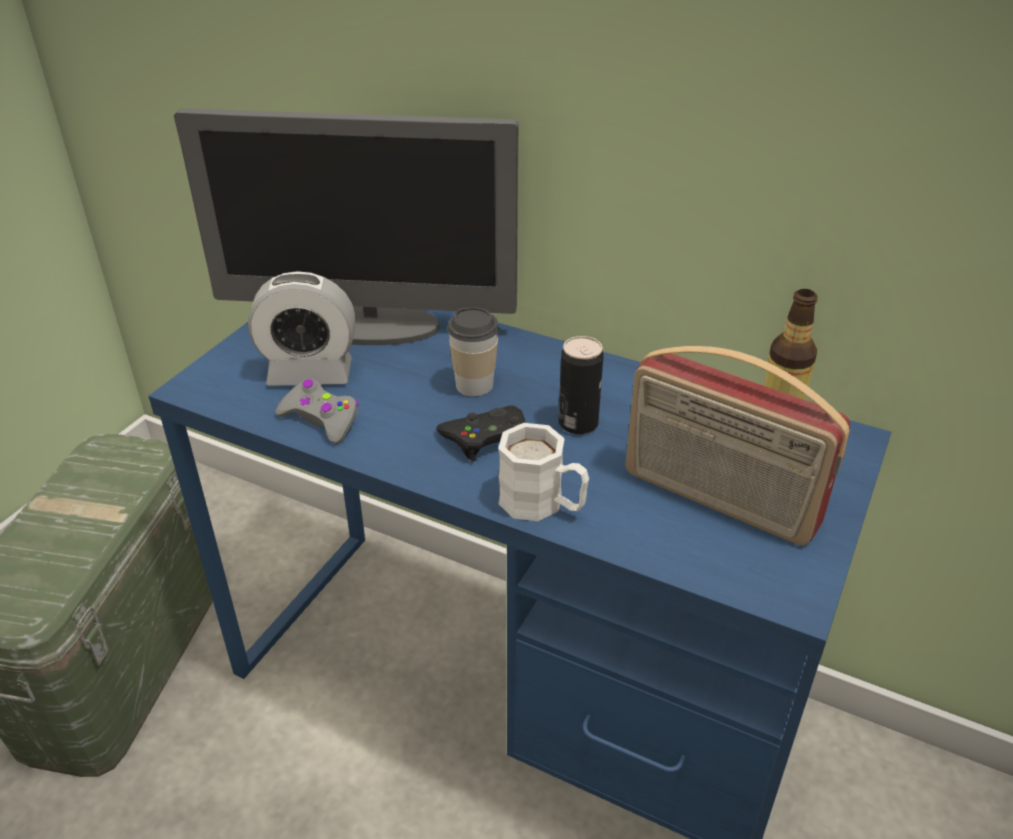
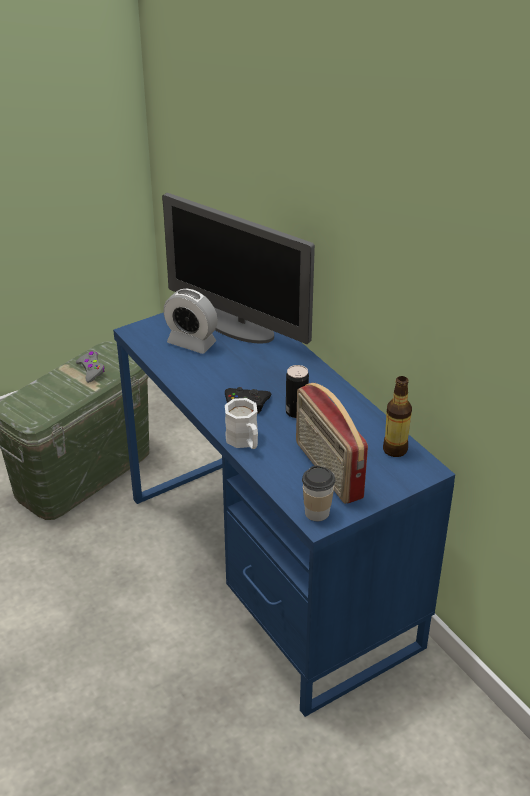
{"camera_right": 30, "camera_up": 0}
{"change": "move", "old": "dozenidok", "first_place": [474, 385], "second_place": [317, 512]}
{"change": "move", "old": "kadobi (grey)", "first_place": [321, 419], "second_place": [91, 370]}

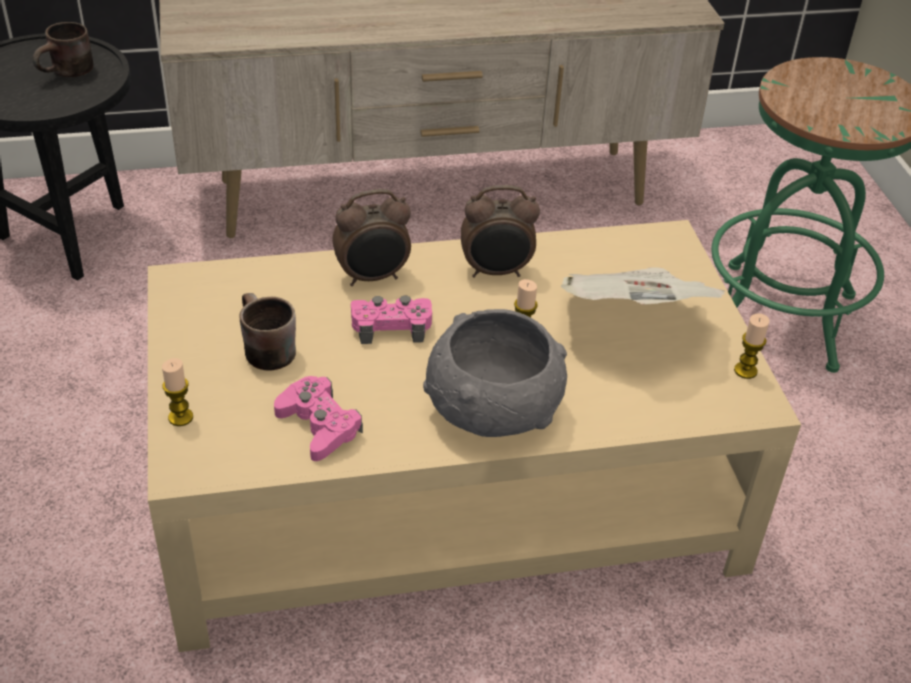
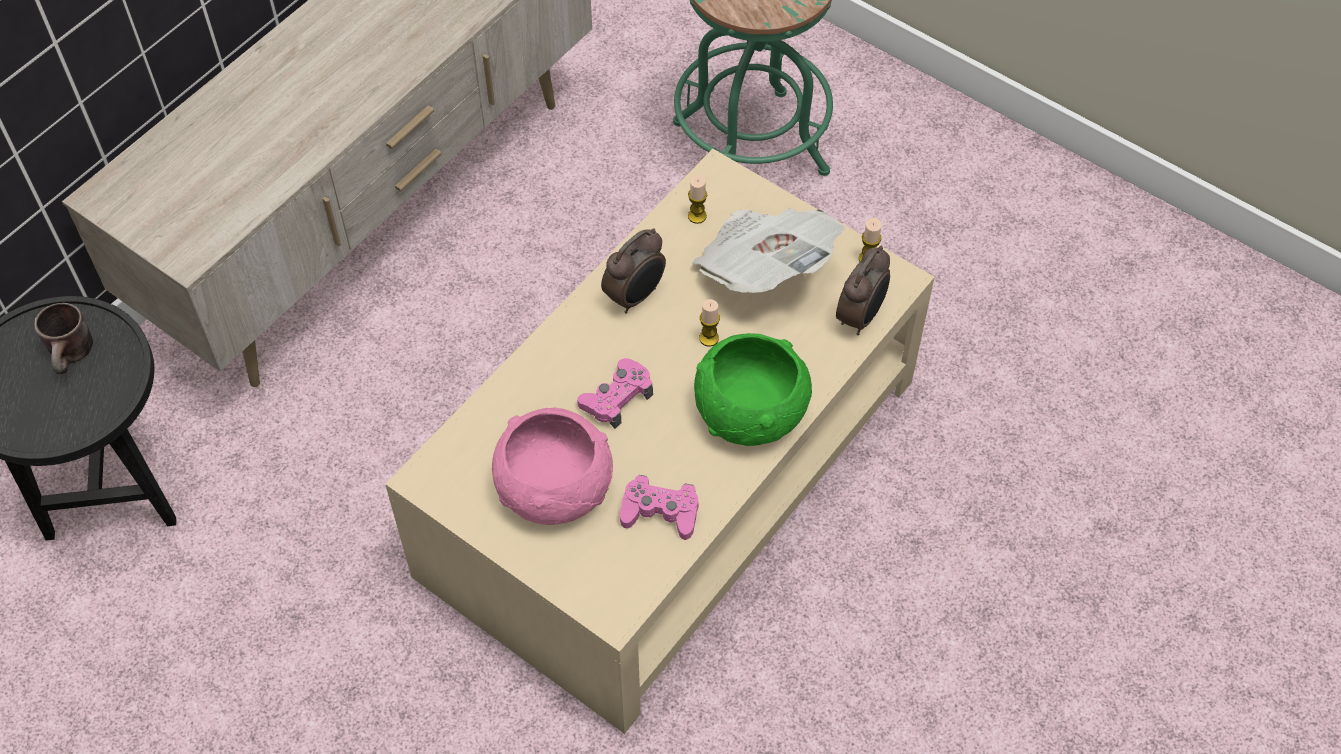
{"camera_right": -40, "camera_up": 15}
{"change": "move", "old": "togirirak", "first_place": [373, 277], "second_place": [861, 316]}
{"change": "replace", "old": "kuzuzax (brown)", "new": "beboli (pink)", "first_place": [261, 350], "second_place": [554, 486]}
{"change": "recolor", "old": "beboli (grey)", "new": "beboli (green)", "first_place": [493, 408], "second_place": [750, 410]}
{"change": "move", "old": "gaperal", "first_place": [180, 417], "second_place": [697, 216]}

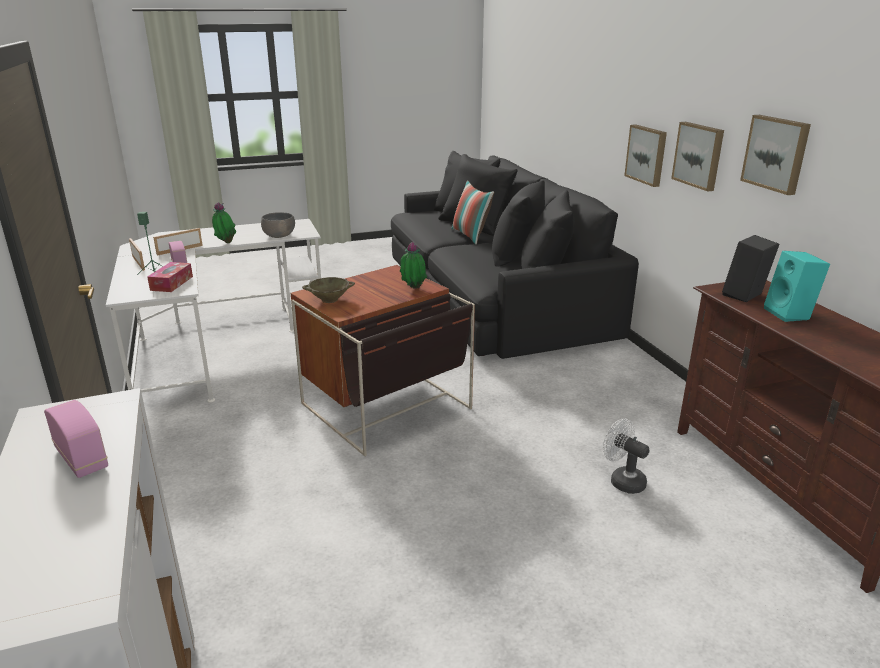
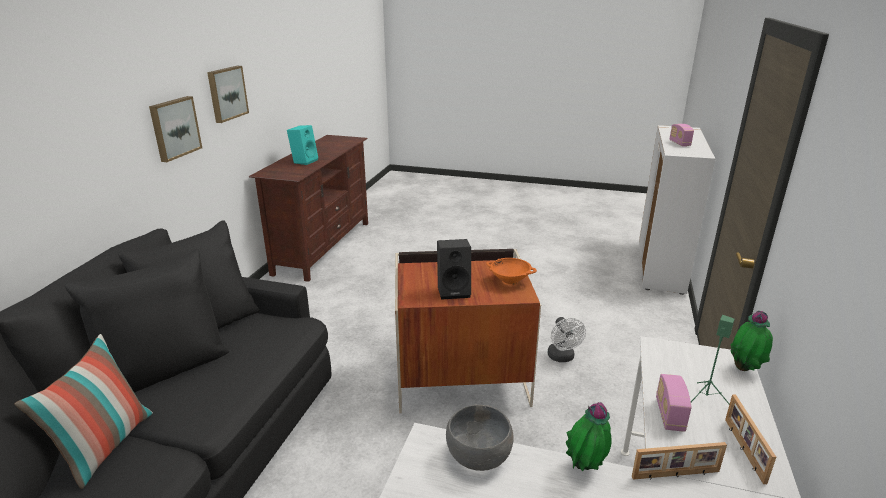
{"camera_right": -145, "camera_up": 0}
{"change": "delete", "old": "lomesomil", "first_place": [647, 155]}
{"change": "move", "old": "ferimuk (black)", "first_place": [745, 296], "second_place": [454, 291]}
{"change": "move", "old": "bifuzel", "first_place": [413, 289], "second_place": [745, 369]}
{"change": "delete", "old": "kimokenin", "first_place": [172, 283]}
{"change": "recolor", "old": "beboli (beige)", "new": "beboli (orange)", "first_place": [329, 300], "second_place": [509, 281]}
{"change": "move", "old": "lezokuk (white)", "first_place": [622, 480], "second_place": [562, 358]}

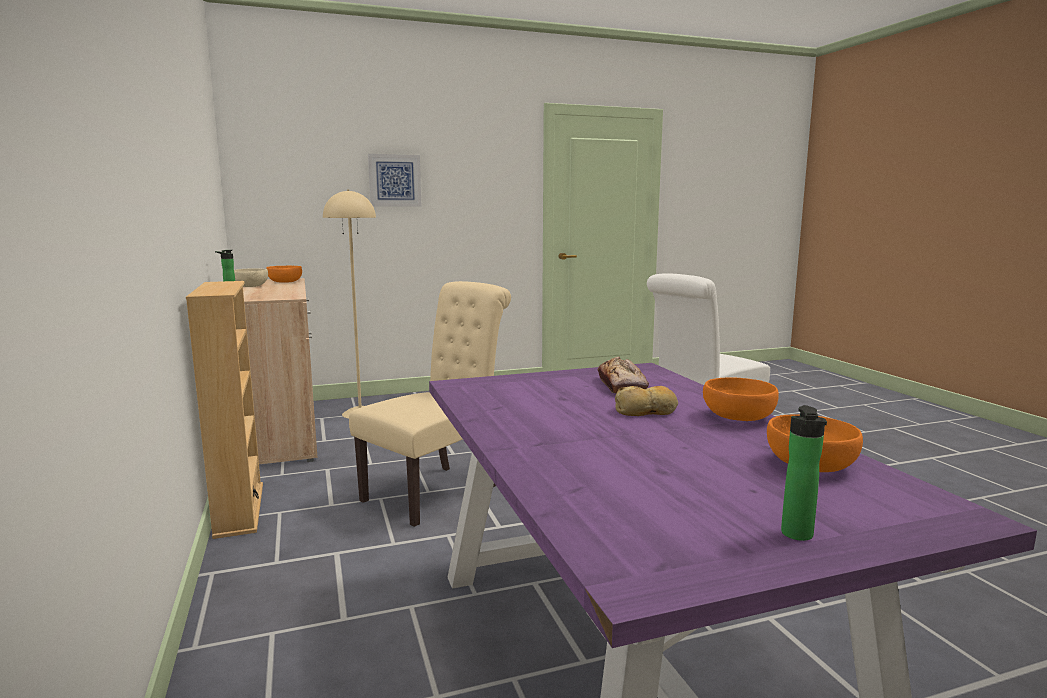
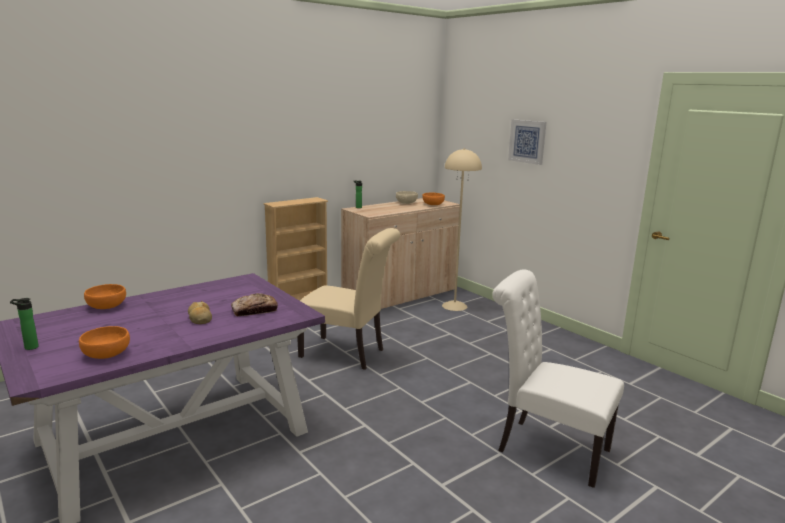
{"camera_right": 70, "camera_up": 5}
{"change": "move", "old": "beboli (orange)", "first_place": [739, 417], "second_place": [106, 306]}

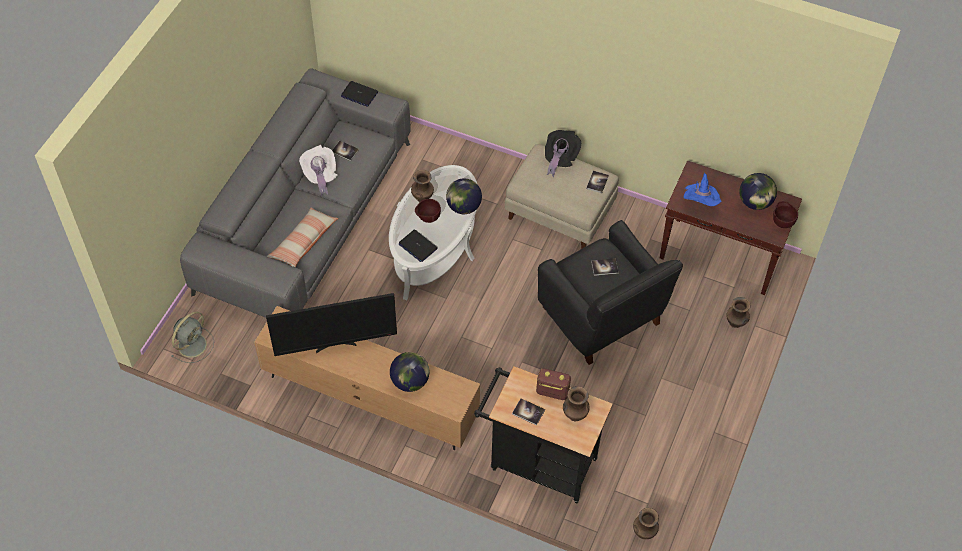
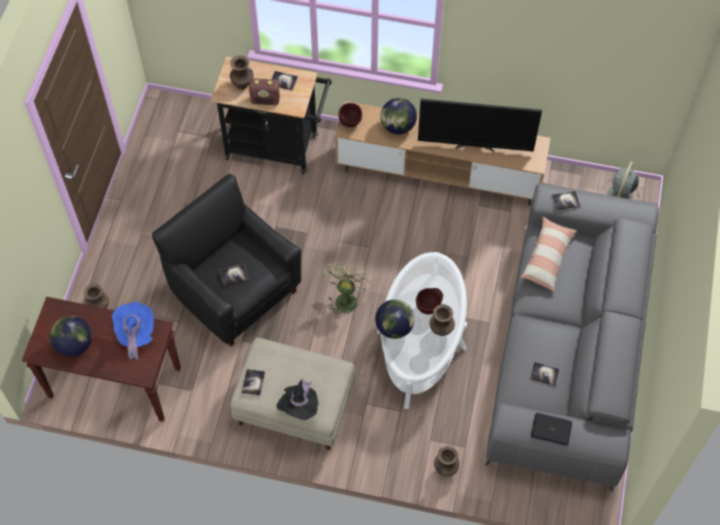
{"camera_right": 170, "camera_up": 5}
{"change": "delete", "old": "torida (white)", "first_place": [320, 176]}
{"change": "move", "old": "beboli (brown)", "first_place": [782, 222], "second_place": [350, 124]}
{"change": "delete", "old": "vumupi", "first_place": [417, 246]}
{"change": "rotate", "old": "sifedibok", "first_place": [336, 345], "second_place": [475, 146], "degrees": -150}
{"change": "move", "old": "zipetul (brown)", "first_place": [644, 532], "second_place": [445, 469]}
{"change": "insert", "new": "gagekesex", "second_place": [565, 201]}
{"change": "insert", "new": "lezokuk (green)", "second_place": [346, 298]}

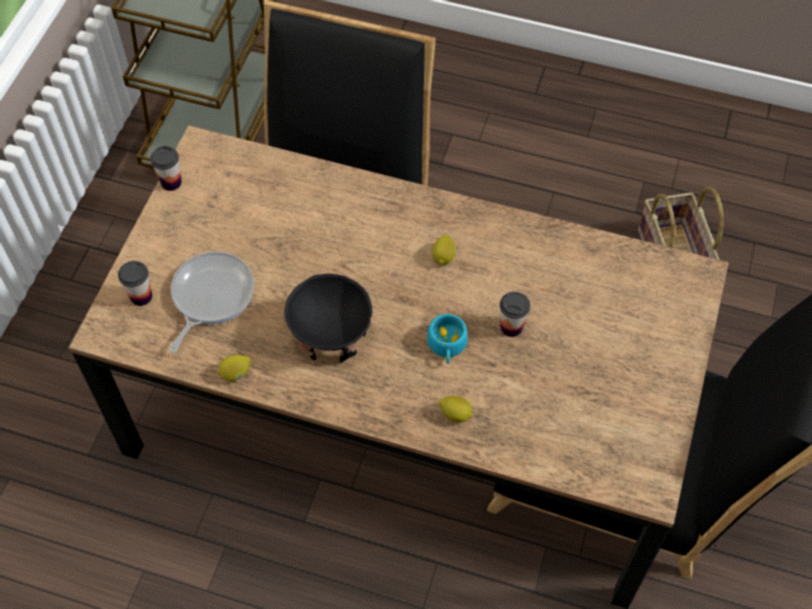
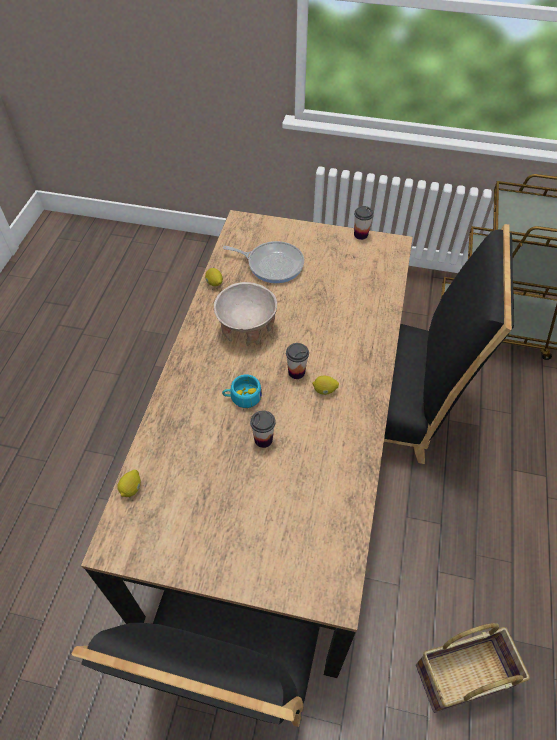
{"camera_right": 85, "camera_up": -5}
{"change": "move", "old": "dozenidok", "first_place": [141, 296], "second_place": [296, 372]}
{"change": "recolor", "old": "beboli (black)", "new": "beboli (beige)", "first_place": [331, 335], "second_place": [247, 328]}
{"change": "move", "old": "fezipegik", "first_place": [456, 414], "second_place": [131, 488]}

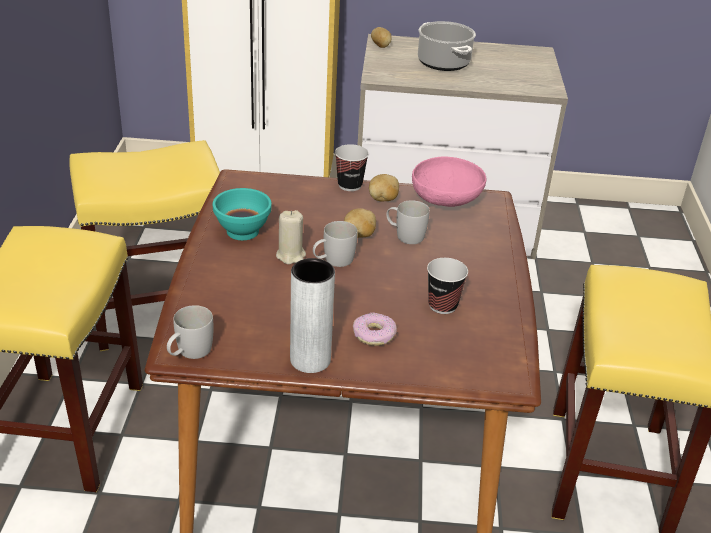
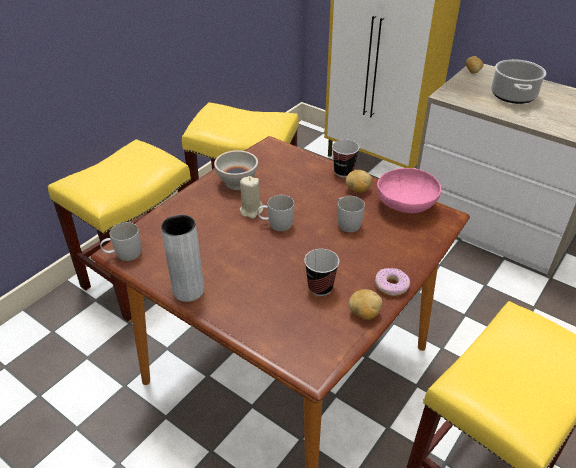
{"camera_right": 35, "camera_up": 5}
{"change": "recolor", "old": "beboli (turquoise)", "new": "beboli (white)", "first_place": [243, 231], "second_place": [238, 183]}
{"change": "move", "old": "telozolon", "first_place": [359, 235], "second_place": [364, 314]}
{"change": "move", "old": "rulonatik", "first_place": [374, 335], "second_place": [391, 286]}

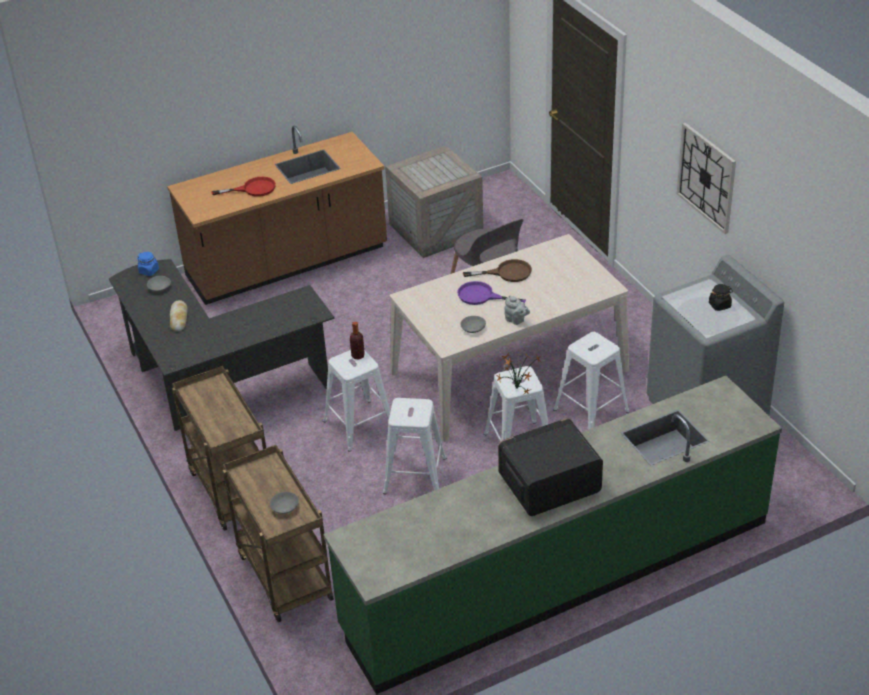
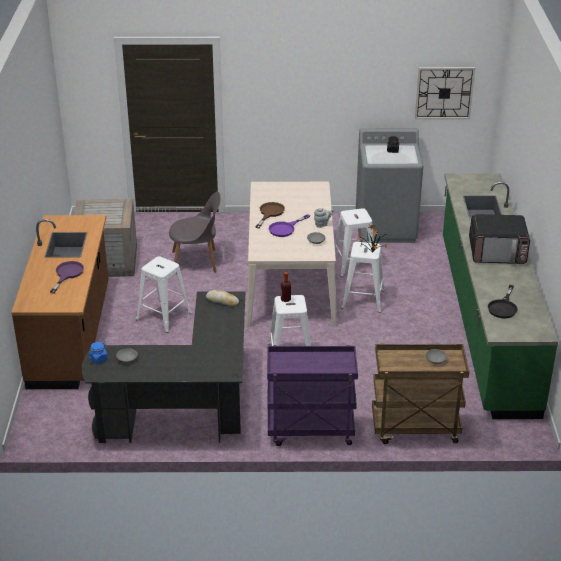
{"camera_right": -65, "camera_up": -5}
{"change": "move", "old": "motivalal", "first_place": [706, 177], "second_place": [444, 93]}
{"change": "recolor", "old": "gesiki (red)", "new": "gesiki (purple)", "first_place": [253, 189], "second_place": [67, 274]}
{"change": "move", "old": "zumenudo", "first_place": [179, 319], "second_place": [222, 301]}
{"change": "recolor", "old": "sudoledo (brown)", "new": "sudoledo (purple)", "first_place": [230, 490], "second_place": [310, 431]}
{"change": "move", "old": "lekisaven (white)", "first_place": [415, 475], "second_place": [164, 316]}
{"change": "rotate", "old": "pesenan", "first_place": [548, 485], "second_place": [497, 252], "degrees": -90}
{"change": "insert", "new": "gesiki (black)", "second_place": [503, 307]}

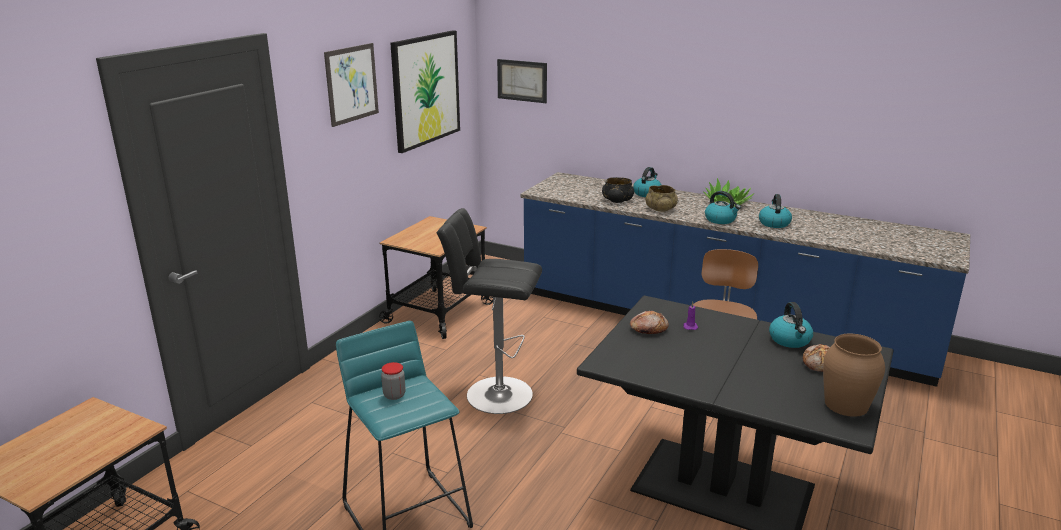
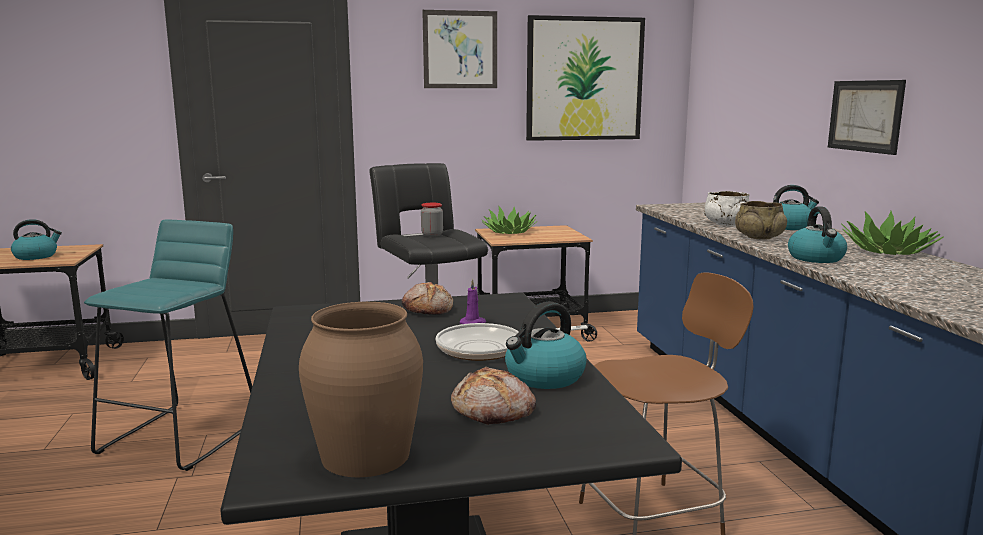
{"camera_right": 50, "camera_up": -10}
{"change": "move", "old": "lomesomil", "first_place": [522, 80], "second_place": [865, 116]}
{"change": "recolor", "old": "beboli (black)", "new": "beboli (white)", "first_place": [617, 200], "second_place": [726, 224]}
{"change": "move", "old": "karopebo", "first_place": [774, 223], "second_place": [36, 256]}
{"change": "move", "old": "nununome", "first_place": [394, 395], "second_place": [432, 235]}
{"change": "insert", "new": "bifuzel", "second_place": [509, 232]}
{"change": "insert", "new": "gesiki", "second_place": [488, 349]}

